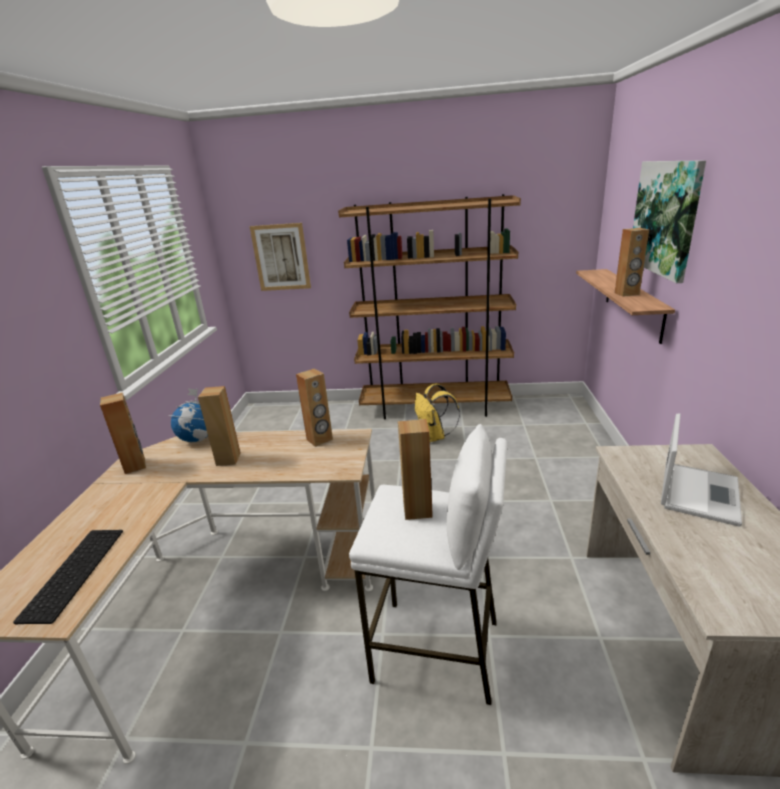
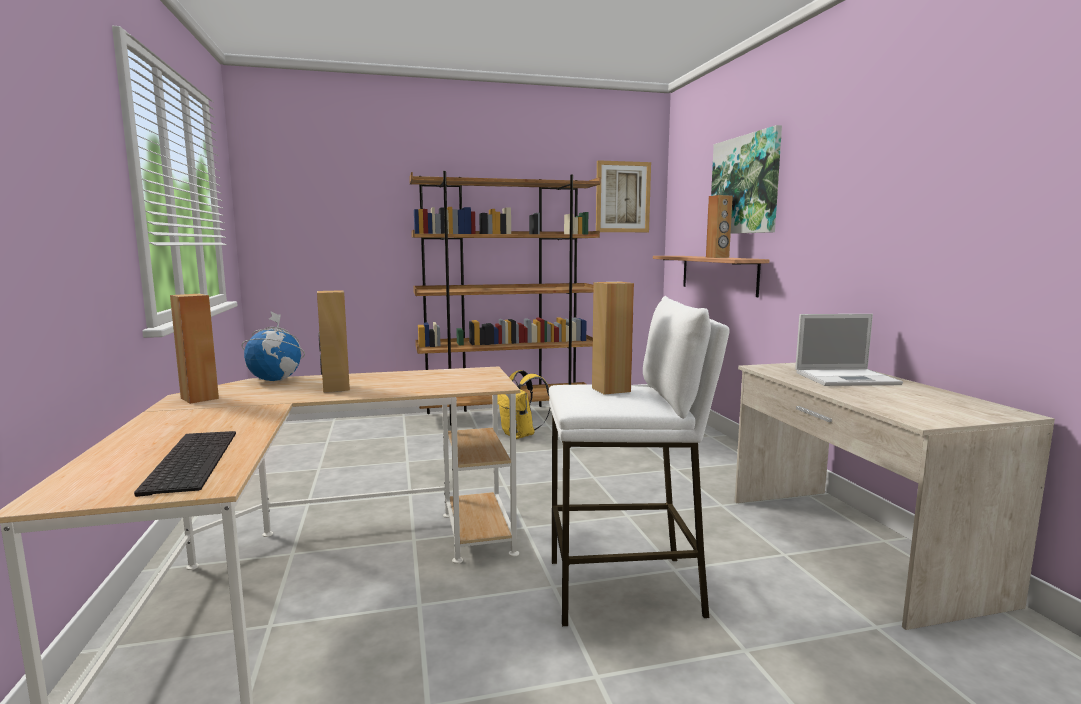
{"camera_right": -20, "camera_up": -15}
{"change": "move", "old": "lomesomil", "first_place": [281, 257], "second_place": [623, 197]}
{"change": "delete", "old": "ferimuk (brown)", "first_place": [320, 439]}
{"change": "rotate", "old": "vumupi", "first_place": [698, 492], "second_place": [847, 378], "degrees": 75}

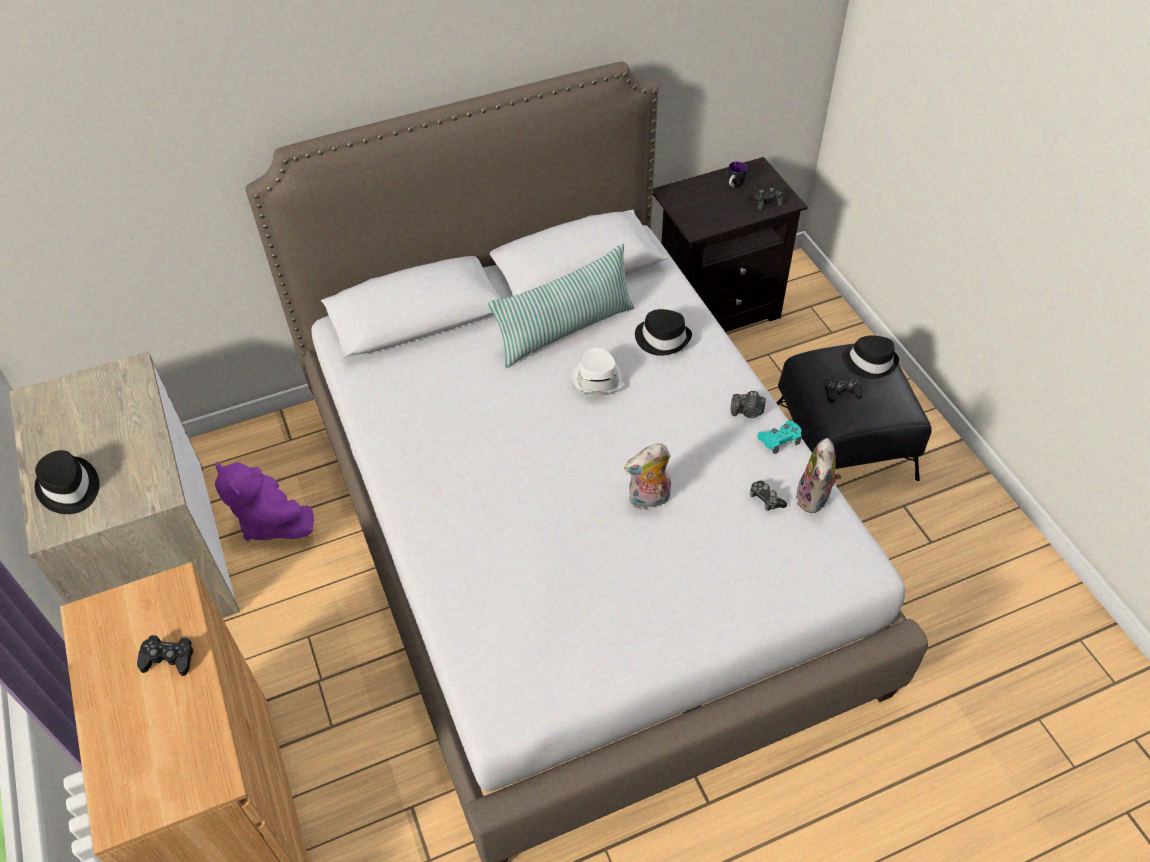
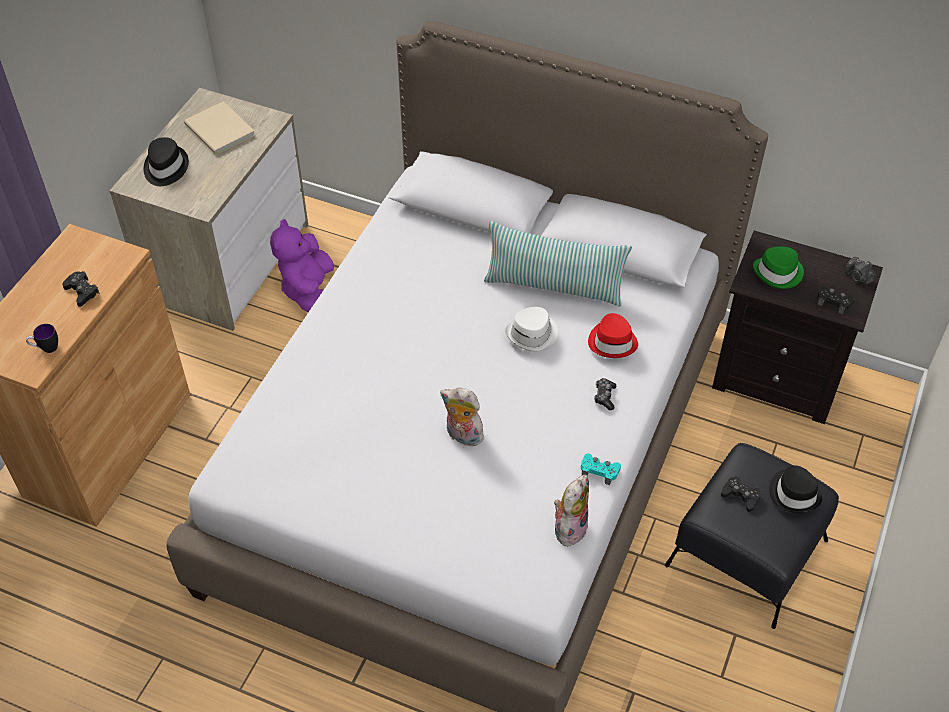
{"camera_right": 45, "camera_up": 0}
{"change": "move", "old": "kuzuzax", "first_place": [734, 186], "second_place": [46, 348]}
{"change": "recolor", "old": "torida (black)", "new": "torida (red)", "first_place": [662, 338], "second_place": [613, 342]}
{"change": "move", "old": "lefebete", "first_place": [747, 412], "second_place": [858, 277]}
{"change": "rotate", "old": "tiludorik", "first_place": [815, 499], "second_place": [569, 527], "degrees": 150}
{"change": "move", "old": "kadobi", "first_place": [765, 499], "second_place": [604, 396]}
{"change": "insert", "new": "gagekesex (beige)", "second_place": [219, 131]}
{"change": "insert", "new": "torida (green)", "second_place": [778, 273]}

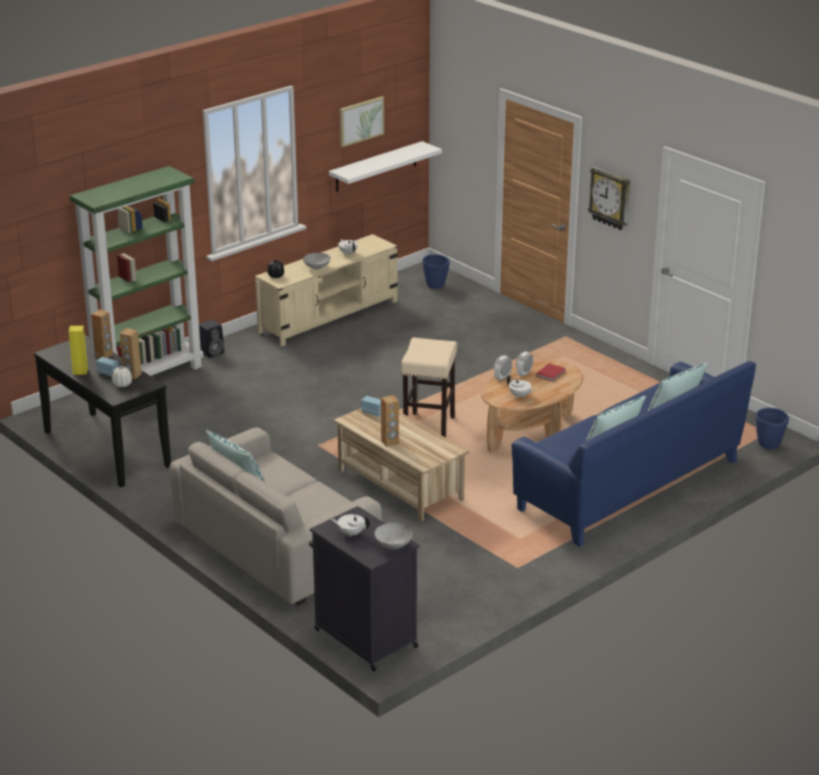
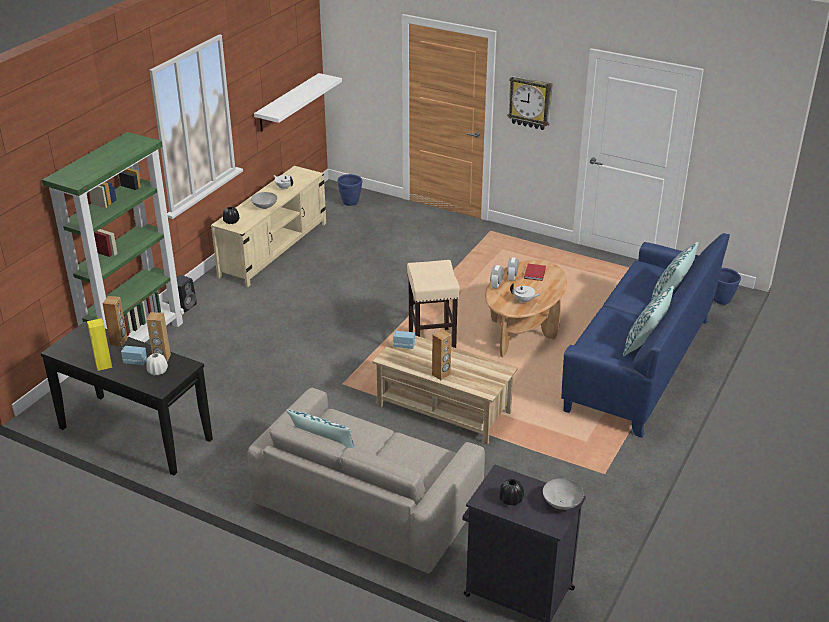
{"camera_right": -20, "camera_up": 5}
{"change": "delete", "old": "lomesomil", "first_place": [361, 121]}
{"change": "replace", "old": "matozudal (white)", "new": "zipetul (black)", "first_place": [351, 533], "second_place": [511, 499]}

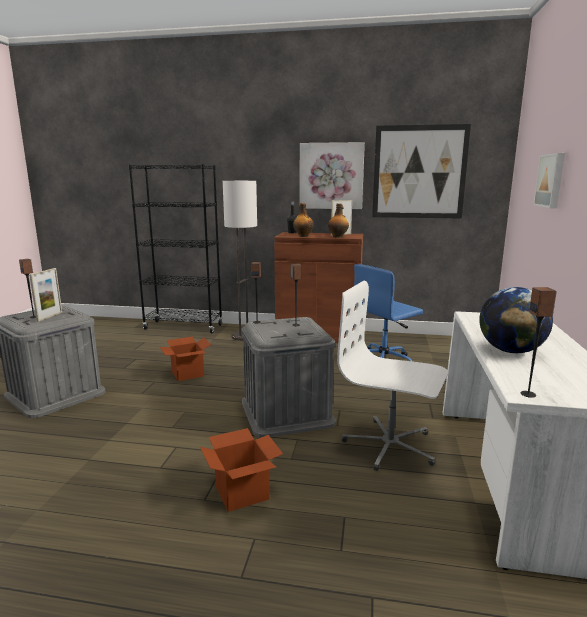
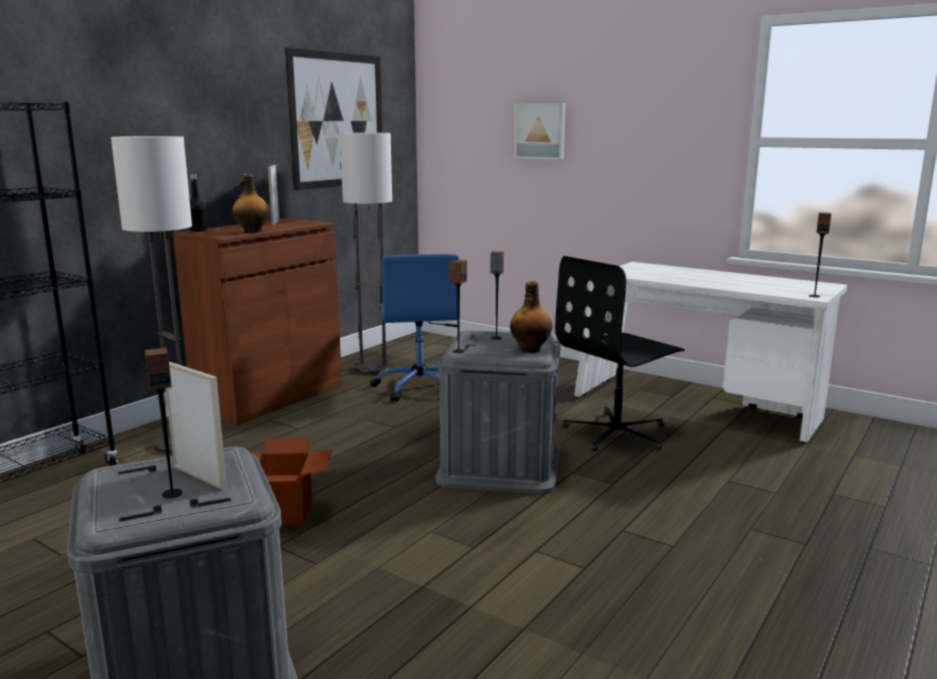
{"camera_right": -65, "camera_up": 0}
{"change": "delete", "old": "lomesomil", "first_place": [331, 176]}
{"change": "move", "old": "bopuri", "first_place": [338, 237], "second_place": [531, 349]}
{"change": "recolor", "old": "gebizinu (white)", "new": "gebizinu (black)", "first_place": [390, 446], "second_place": [617, 433]}
{"change": "delete", "old": "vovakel", "first_place": [511, 351]}
{"change": "delete", "old": "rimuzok", "first_place": [242, 493]}
{"change": "insert", "new": "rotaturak", "second_place": [373, 368]}

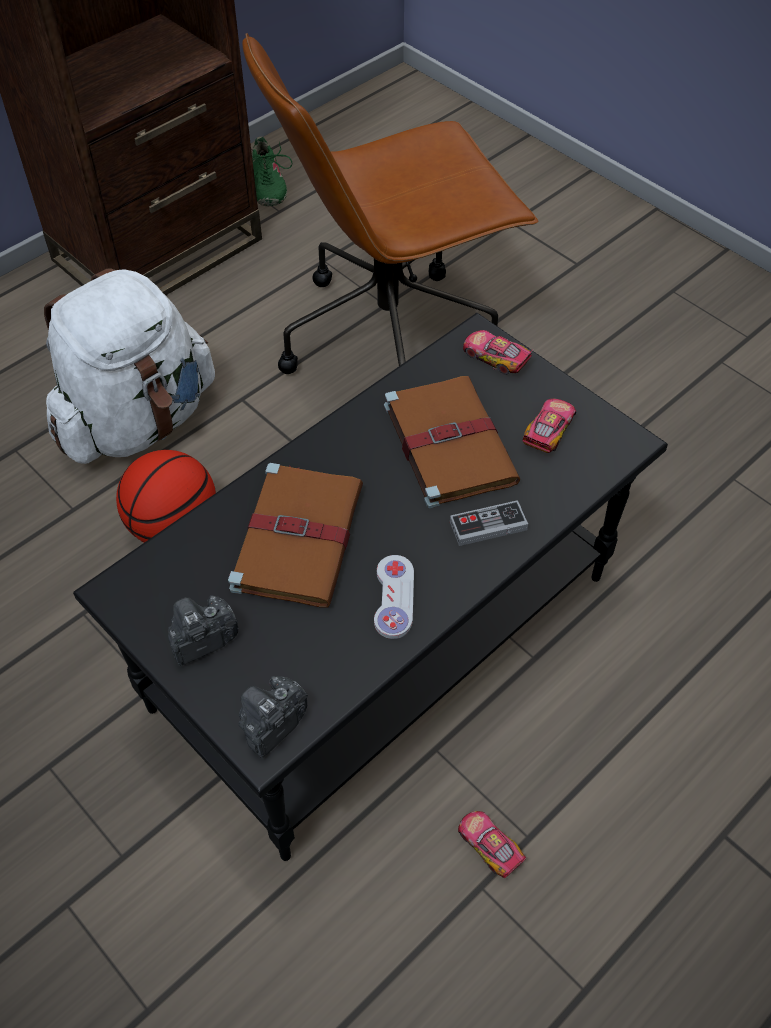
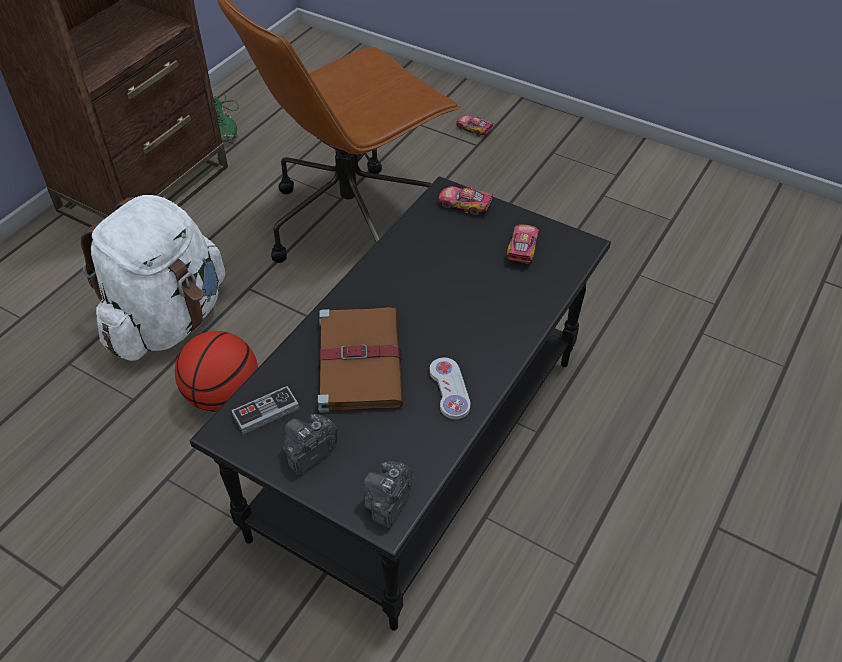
{"camera_right": -15, "camera_up": -5}
{"change": "delete", "old": "gagekesex (brown)", "first_place": [448, 441]}
{"change": "move", "old": "kadobi", "first_place": [488, 526], "second_place": [266, 412]}
{"change": "move", "old": "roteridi", "first_place": [489, 846], "second_place": [473, 129]}

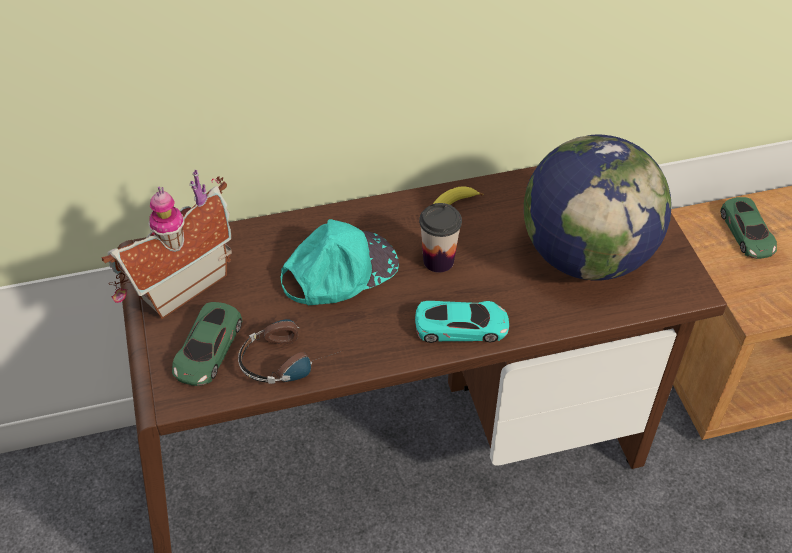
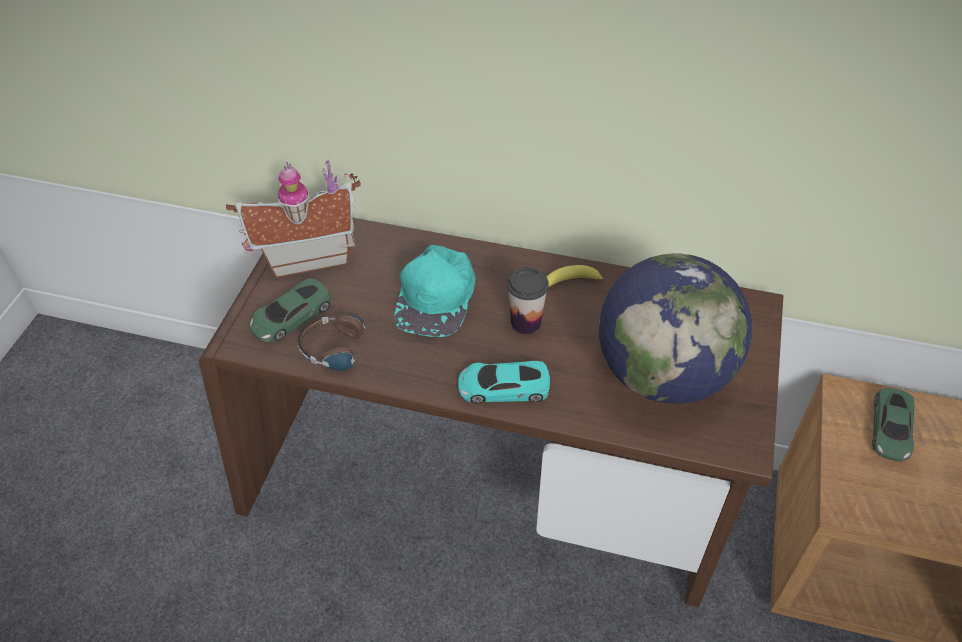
{"camera_right": 30, "camera_up": 0}
{"change": "rotate", "old": "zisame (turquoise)", "first_place": [338, 270], "second_place": [437, 296], "degrees": 105}
{"change": "rotate", "old": "roteridi (turquoise)", "first_place": [461, 326], "second_place": [504, 387], "degrees": 150}

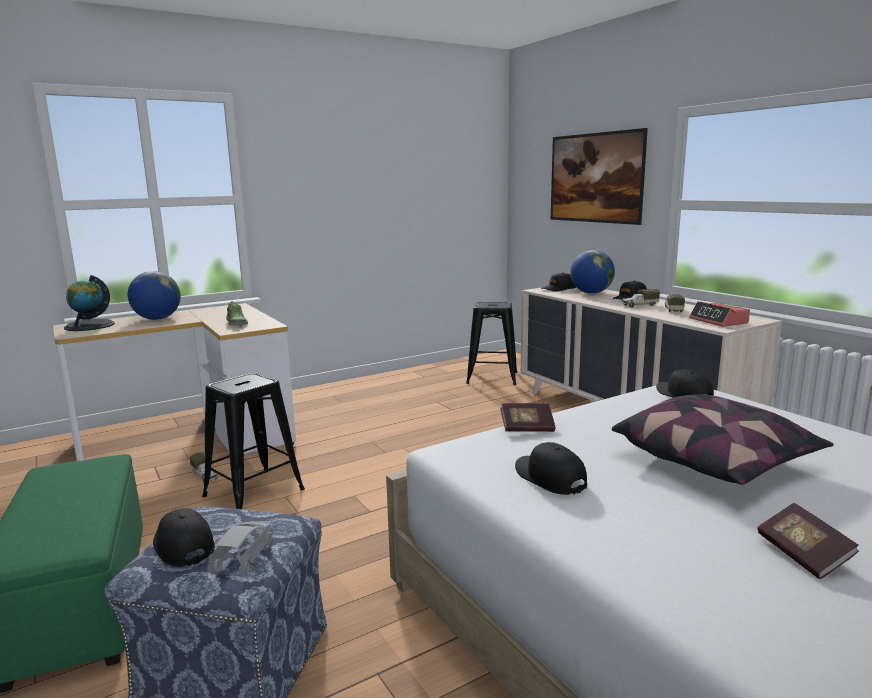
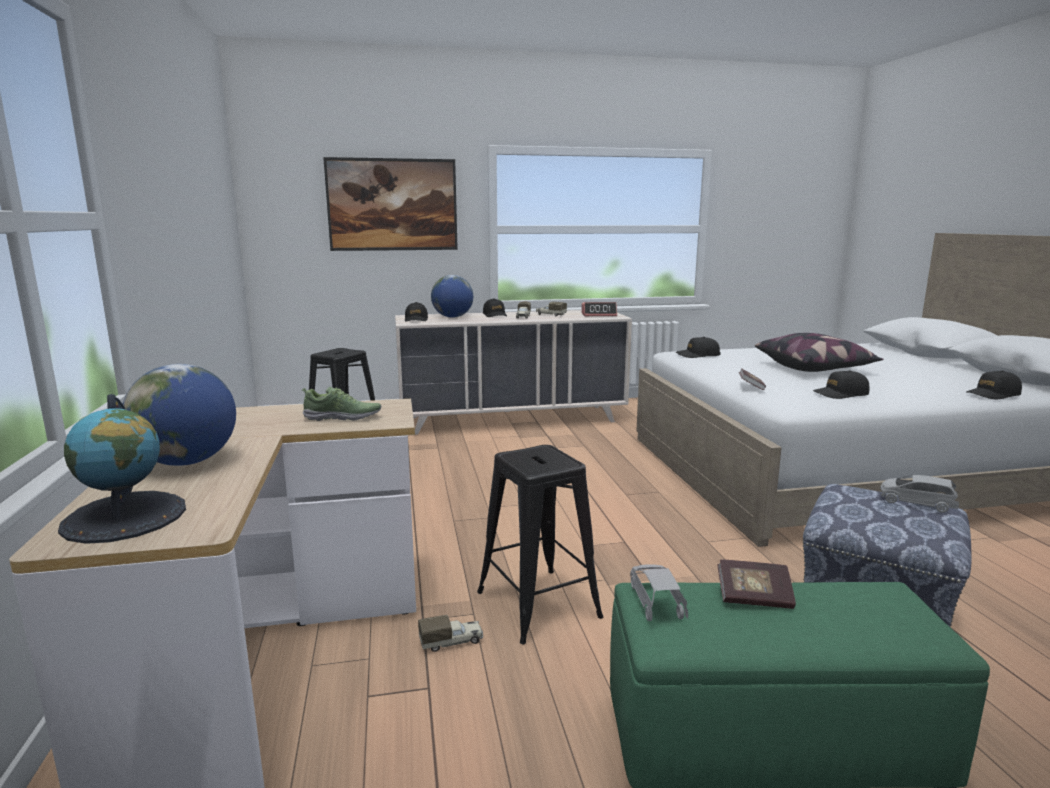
{"camera_right": -70, "camera_up": 0}
{"change": "move", "old": "gagekesex", "first_place": [803, 554], "second_place": [754, 597]}
{"change": "move", "old": "zisame (black)", "first_place": [183, 546], "second_place": [993, 394]}
{"change": "insert", "new": "roteridi (grey)", "second_place": [656, 603]}

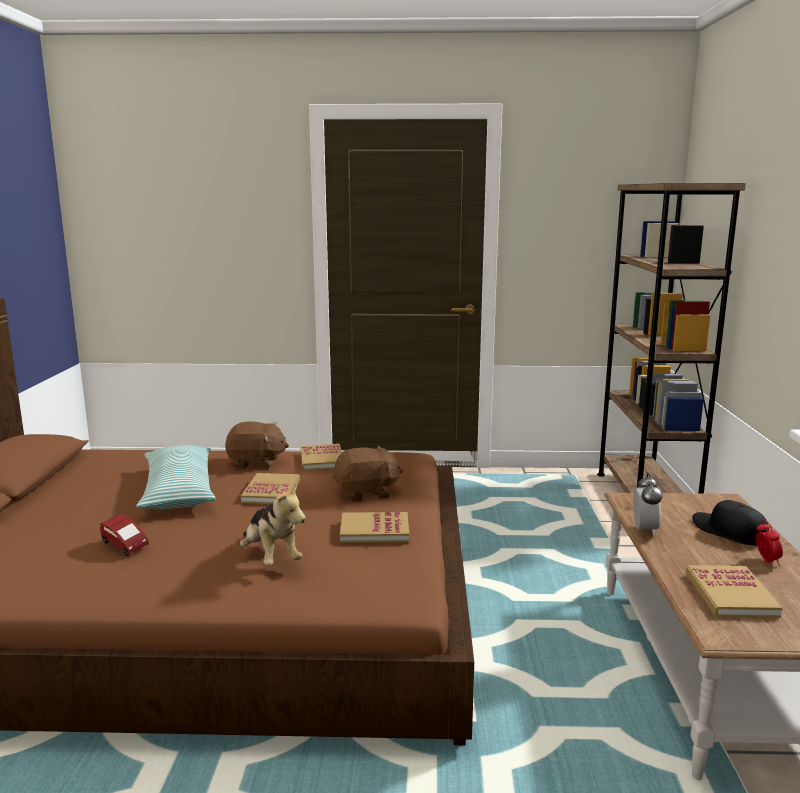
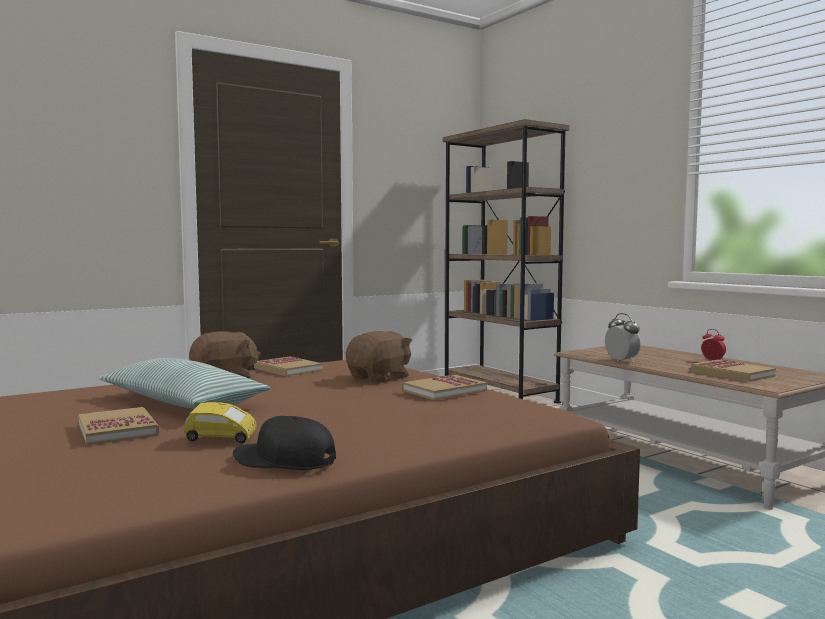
{"camera_right": -35, "camera_up": -10}
{"change": "move", "old": "gagekesex", "first_place": [271, 491], "second_place": [117, 430]}
{"change": "delete", "old": "tiludorik", "first_place": [271, 557]}
{"change": "move", "old": "zisame (black)", "first_place": [729, 531], "second_place": [284, 460]}
{"change": "recolor", "old": "roteridi (red)", "new": "roteridi (yellow)", "first_place": [124, 546], "second_place": [220, 439]}

